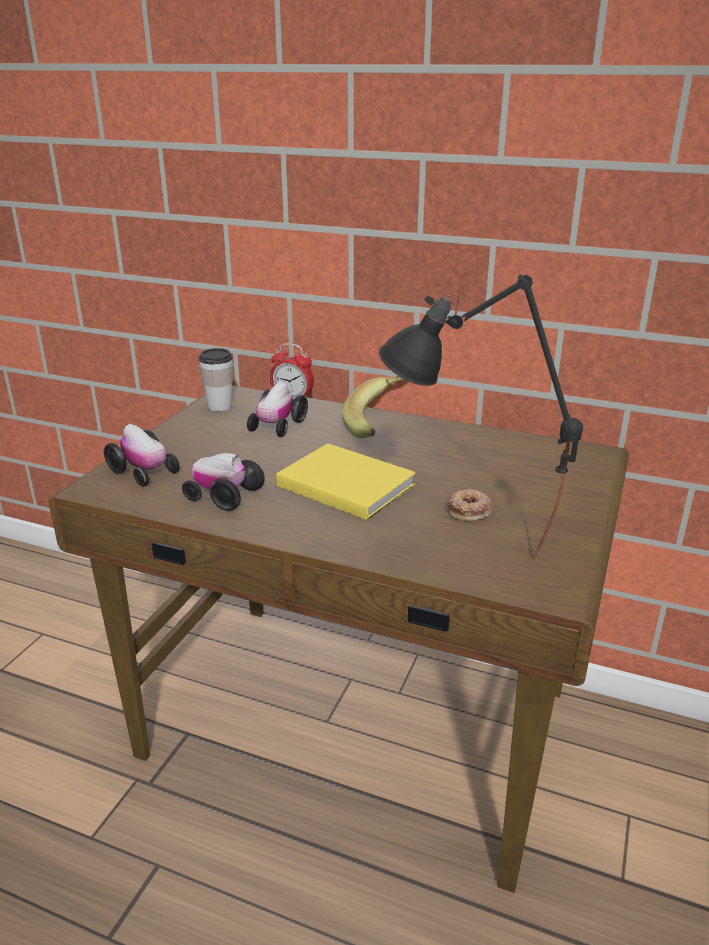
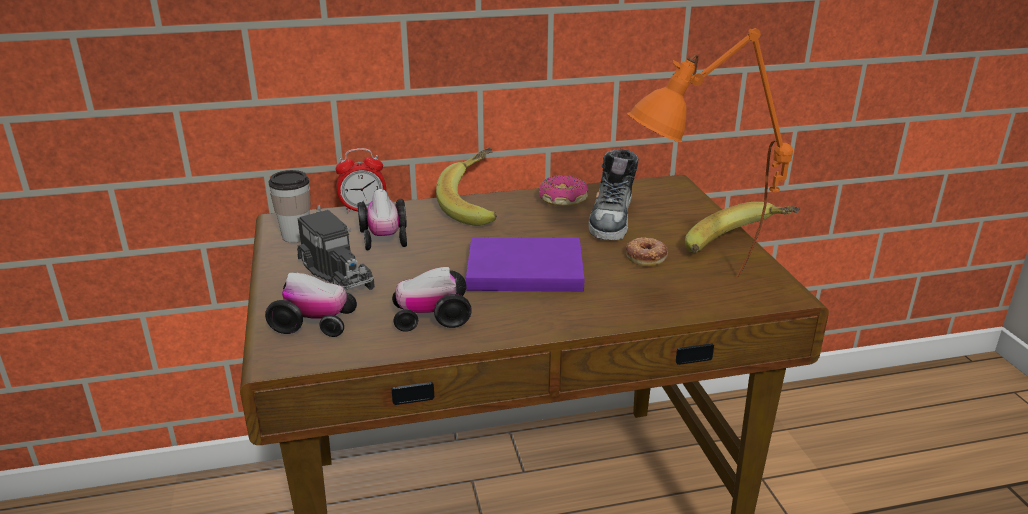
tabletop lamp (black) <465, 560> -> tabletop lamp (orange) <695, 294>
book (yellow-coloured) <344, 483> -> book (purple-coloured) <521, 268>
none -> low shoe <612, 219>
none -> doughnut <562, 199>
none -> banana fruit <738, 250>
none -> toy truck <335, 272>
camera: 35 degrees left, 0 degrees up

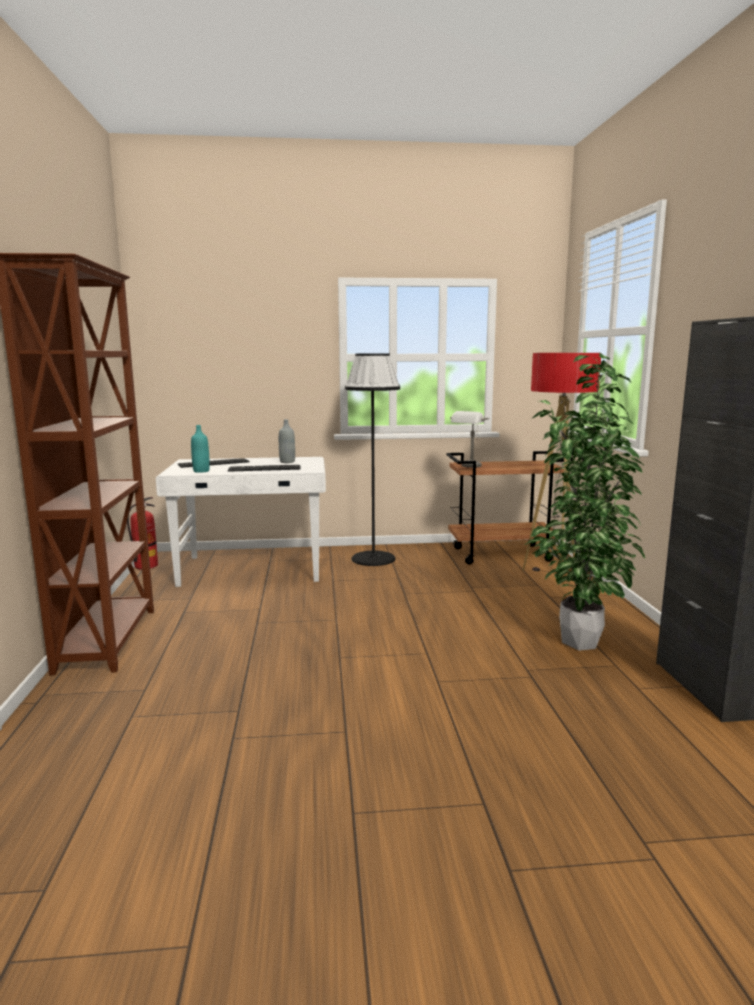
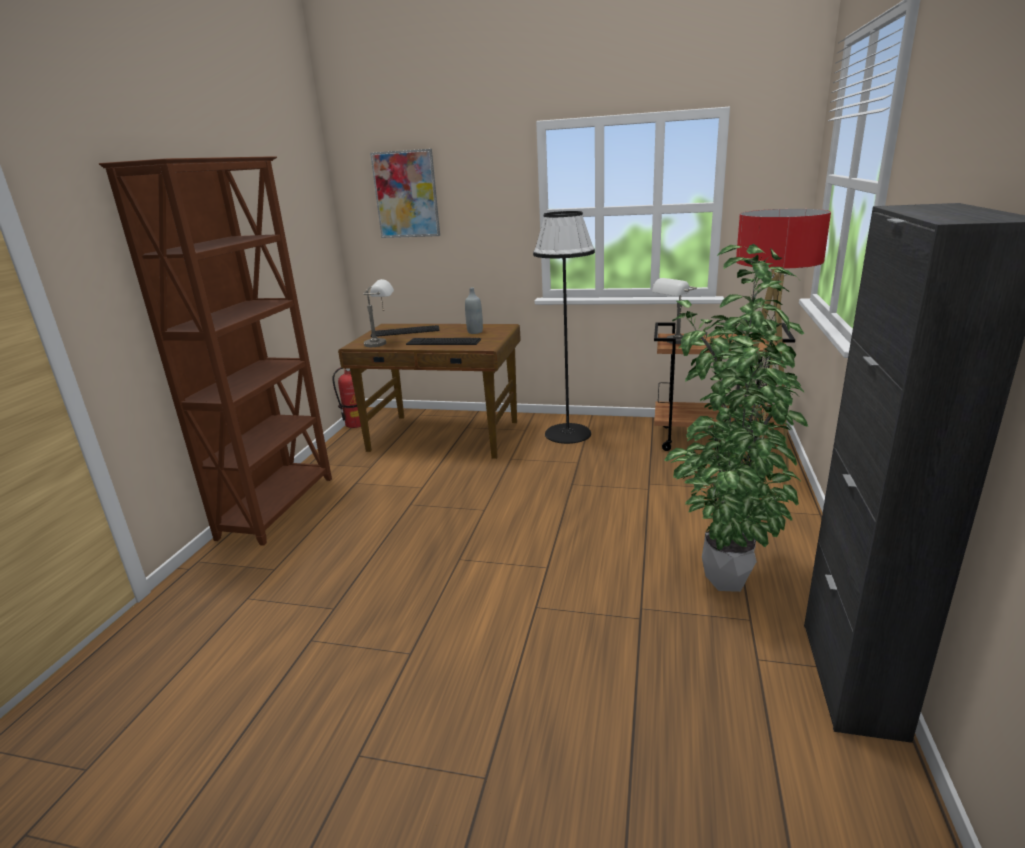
beverage bottle (turquoise-coloured) <201, 471> -> tabletop lamp (greyish) <383, 343>
desk table (white-coloured) <253, 569> -> desk table (brown) <444, 437>
none -> wall art <406, 194>
camera: 20 degrees right, 10 degrees up

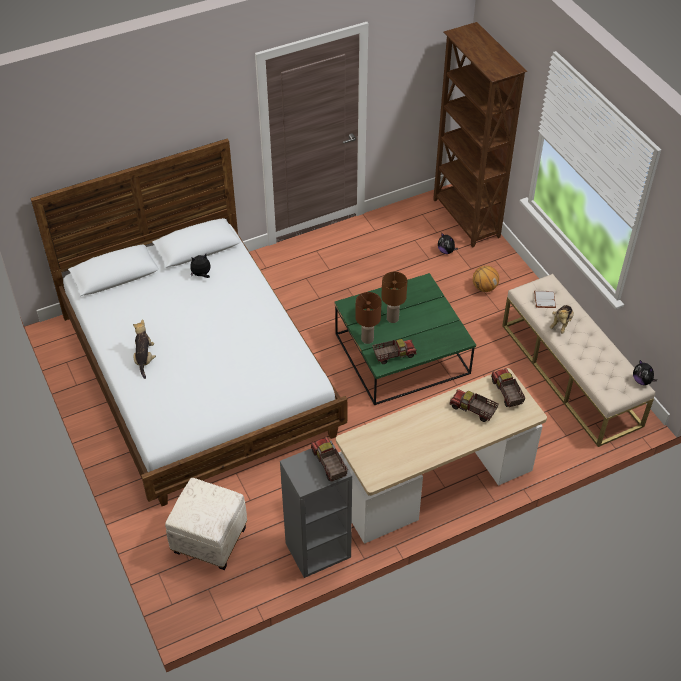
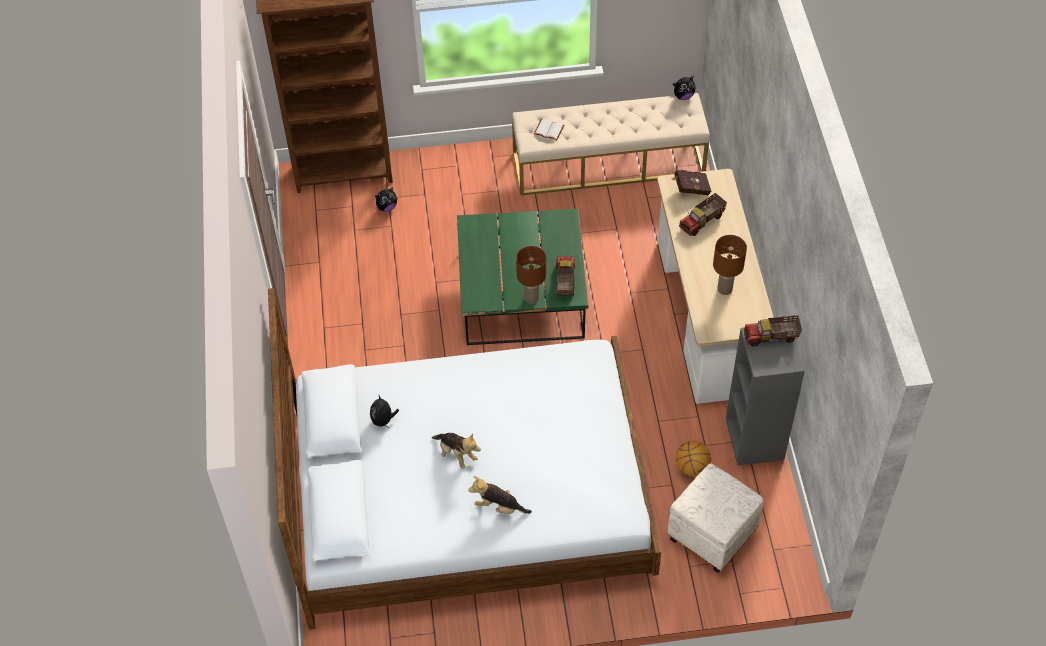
basketball <484, 287> -> basketball <691, 467>, relocated
tabletop lamp (brown) <392, 318> -> tabletop lamp (brown) <724, 289>, relocated
cuddly toy <561, 323> -> cuddly toy <456, 454>, relocated
toy truck <506, 393> -> book (reddish) <690, 189>
camera: 70 degrees left, 5 degrees up

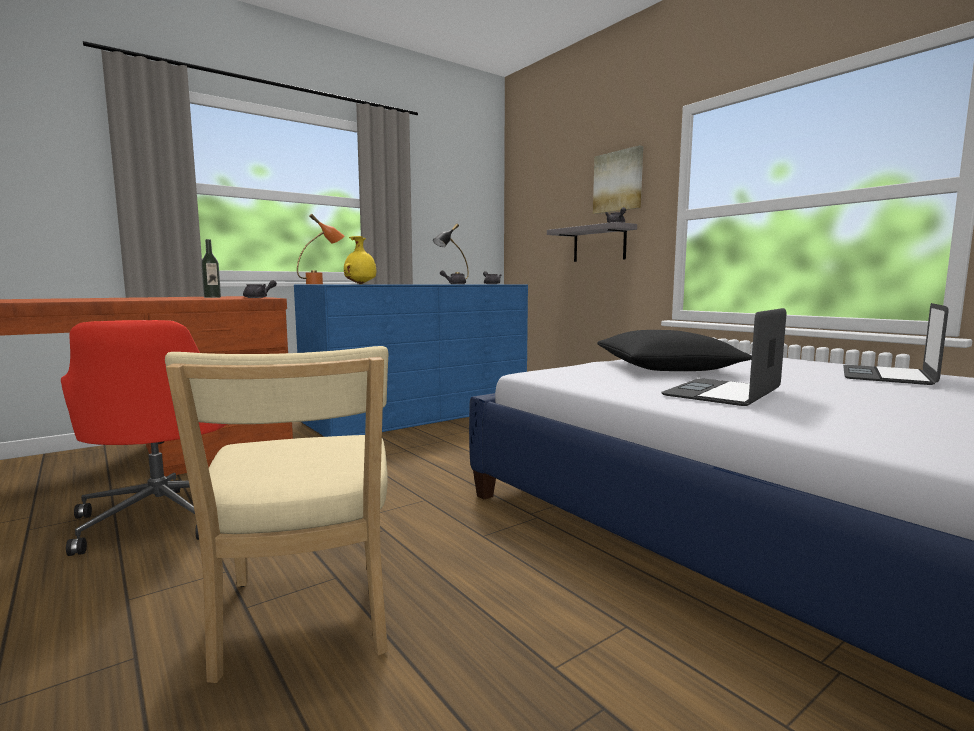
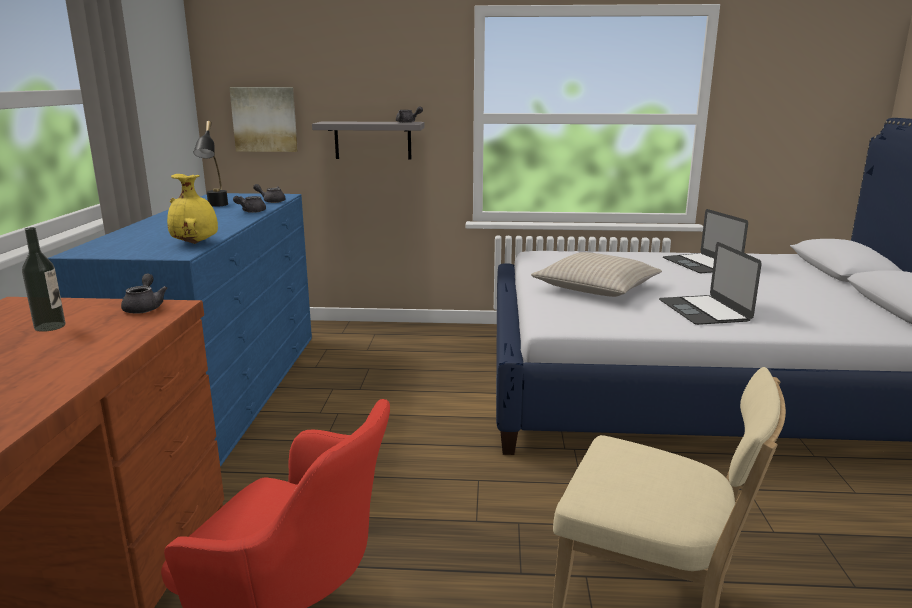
wall art <618, 181> -> wall art <265, 119>, relocated
tabletop lamp (orange) <322, 284> -> none
throw pillow (black) <666, 367> -> throw pillow (beige-coloured) <596, 288>
camera: 50 degrees left, 10 degrees up

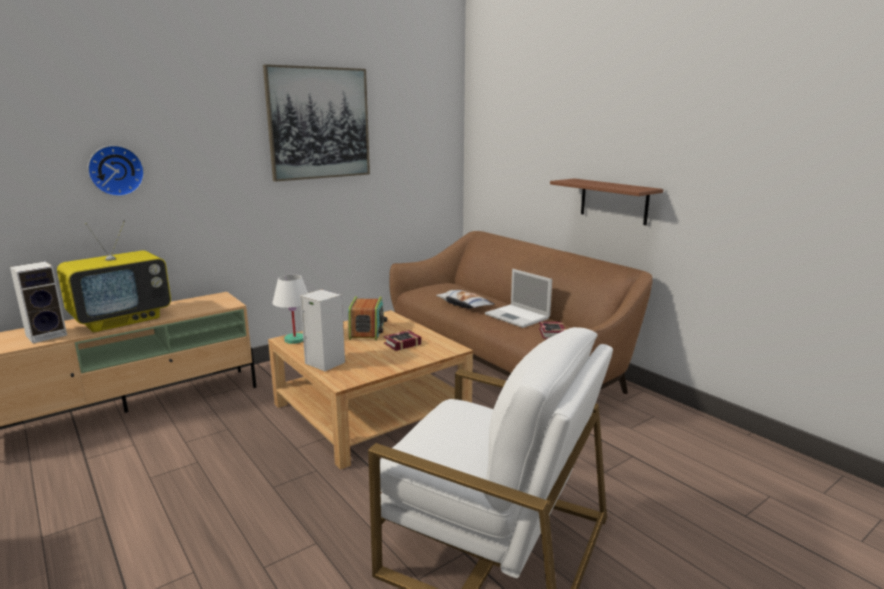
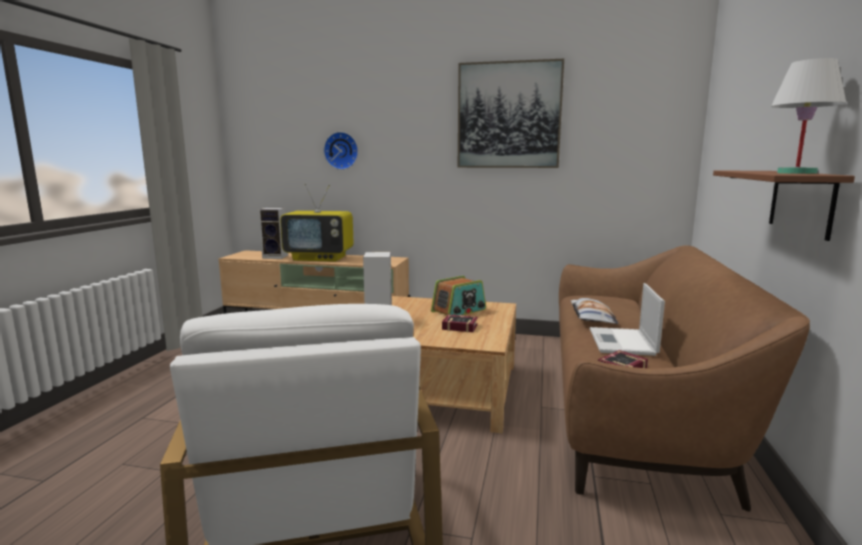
tabletop lamp (white-coloured) <295, 340> -> tabletop lamp (white-coloured) <797, 173>, relocated
camera: 50 degrees right, 5 degrees down

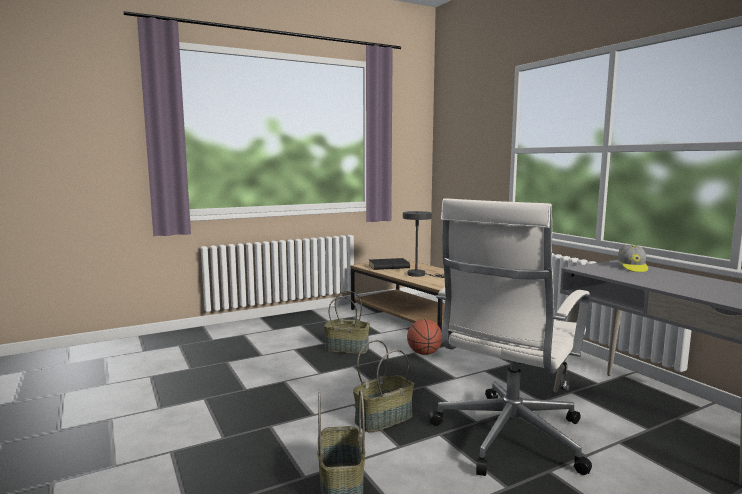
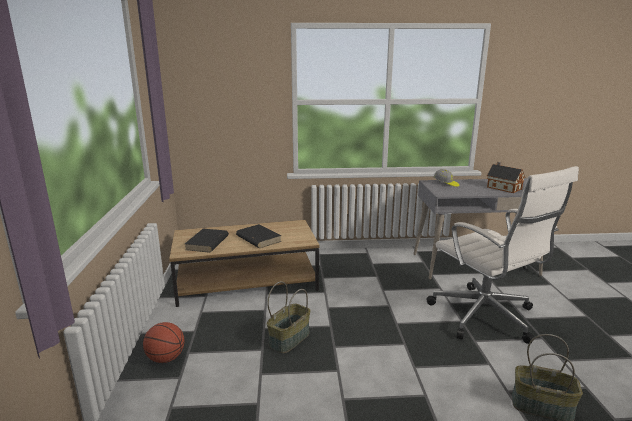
tabletop lamp (greyish) <419, 275> -> book (black) <258, 238>
basketball <424, 353> -> basketball <166, 358>, relocated
household basket <383, 418> -> none
none -> miniature house <503, 188>
camera: 65 degrees left, 10 degrees up

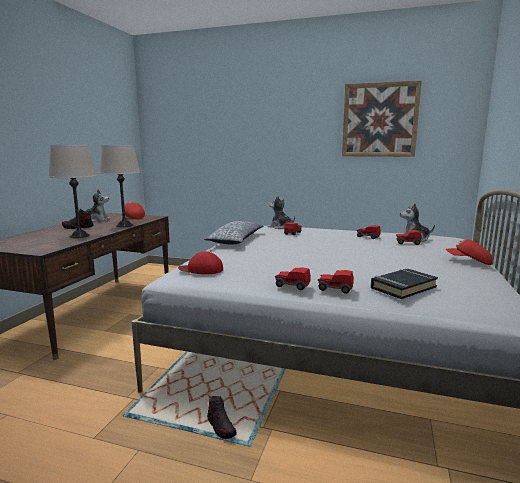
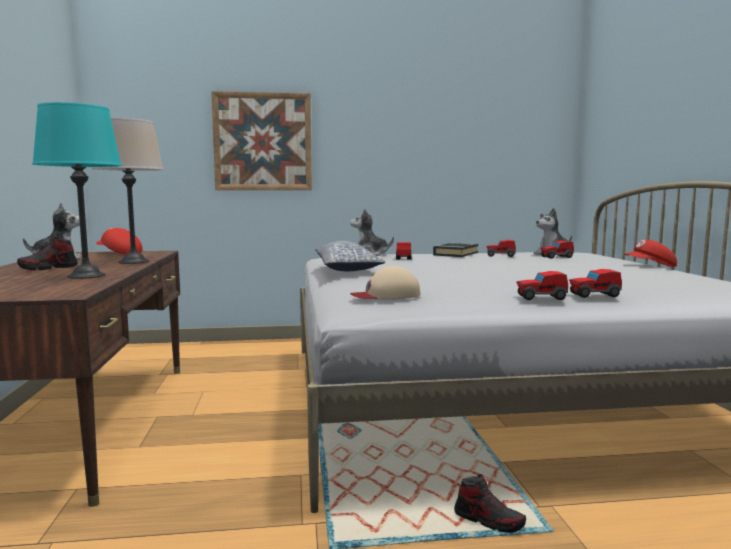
wall art <379, 120> -> wall art <262, 142>, relocated
tabletop lamp (beige-coloured) <79, 236> -> tabletop lamp (turquoise-coloured) <86, 276>
baseball cap (reddish) <201, 269> -> baseball cap (beige-coloured) <386, 295>
book (black) <403, 287> -> book (black) <455, 254>, relocated
camera: 25 degrees left, 5 degrees down

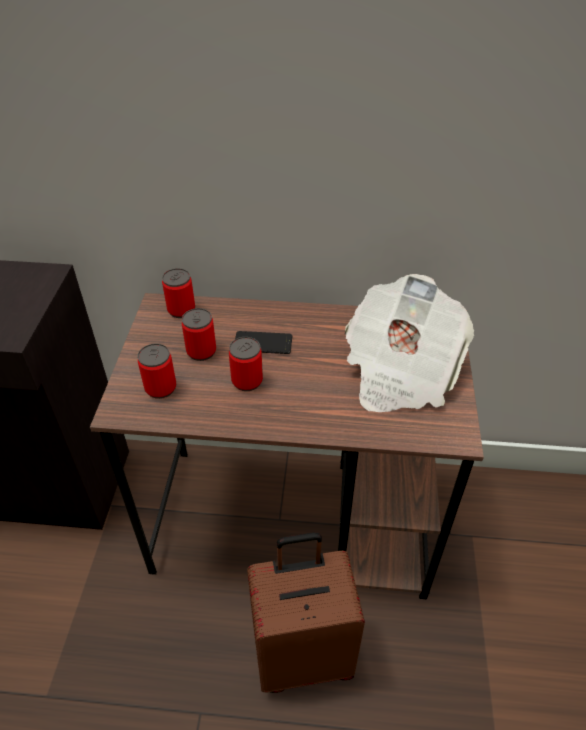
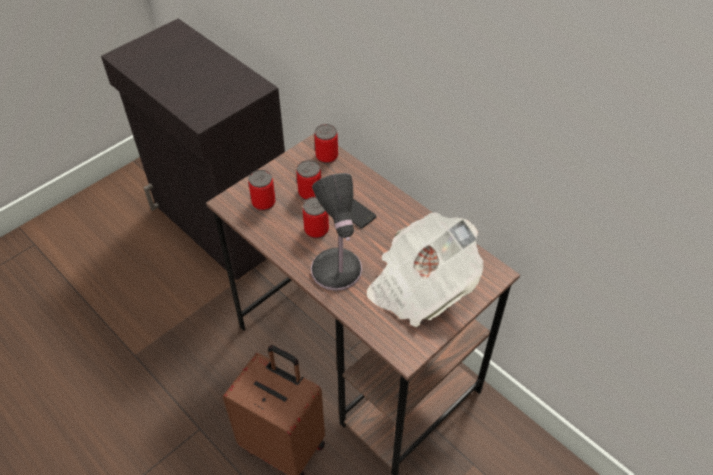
none -> tabletop lamp <337, 273>
camera: 40 degrees right, 5 degrees up

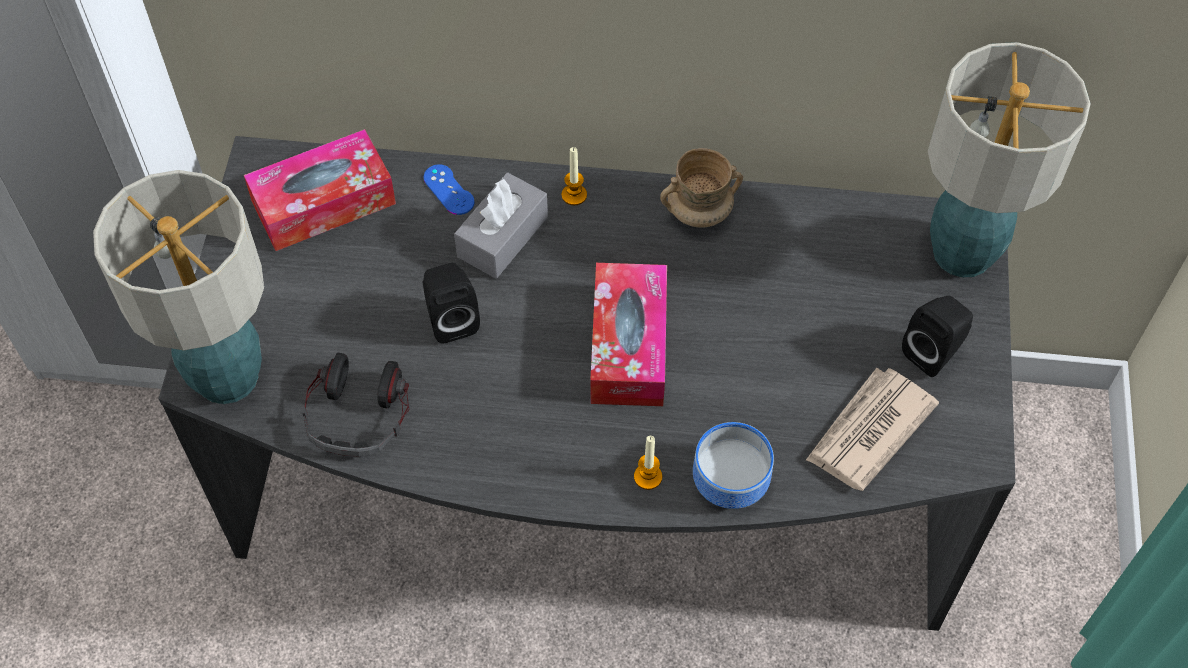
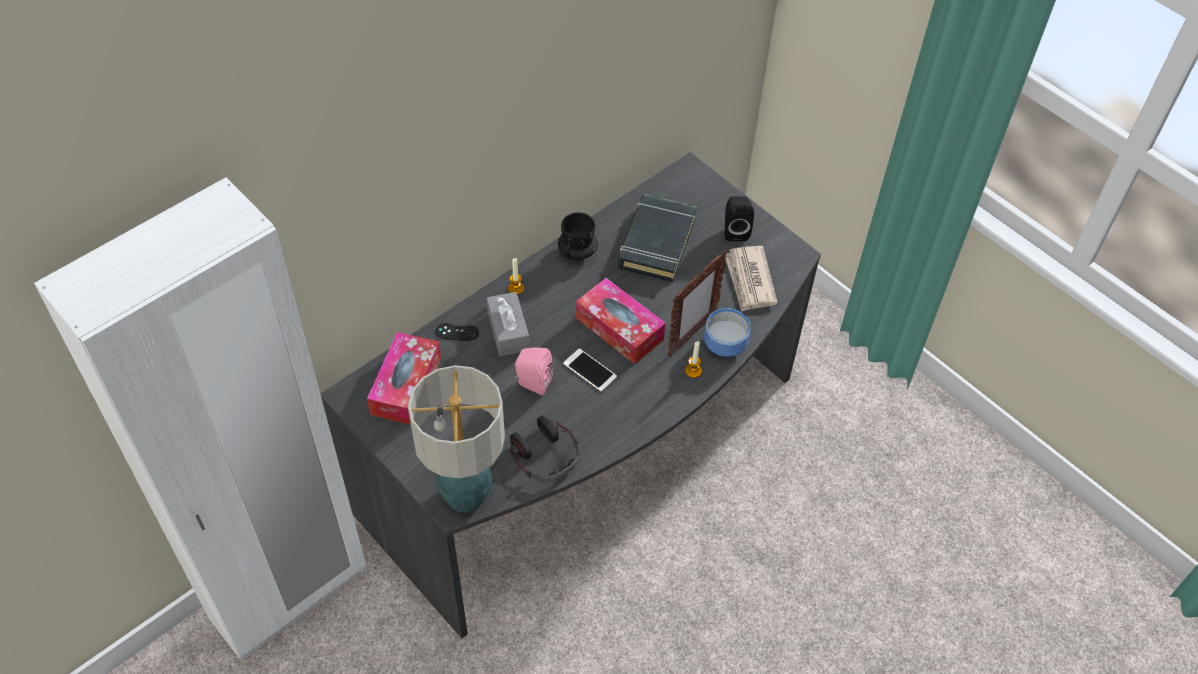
tabletop lamp <961, 254> -> none
tea mug (beige-coloured) <699, 212> -> tea mug (black) <577, 252>
game controller (blue-coloured) <449, 190> -> game controller (black) <457, 332>
audio speaker (black) <451, 319> -> audio speaker (pink) <532, 383>
none -> book (black) <656, 242>
none -> picture frame <691, 335>
none -> telephone <590, 370>
camera: 50 degrees left, 5 degrees down

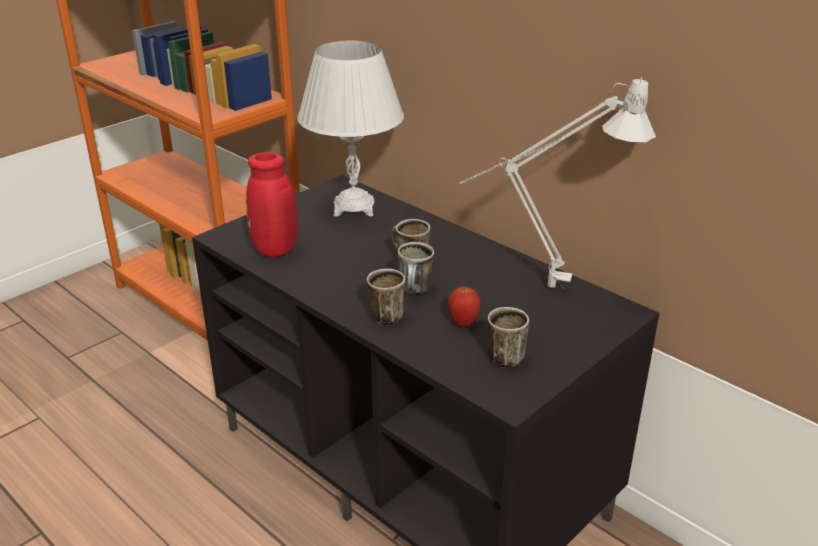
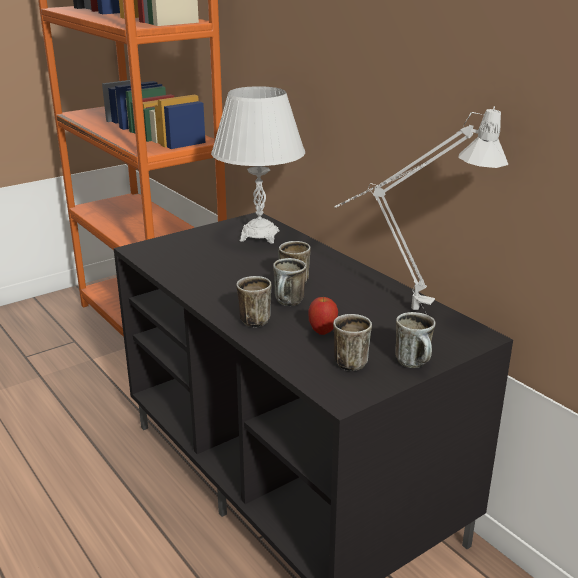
flower vase (reddish) <275, 252> -> none
none -> tea mug <416, 364>
camera: 10 degrees right, 5 degrees down

